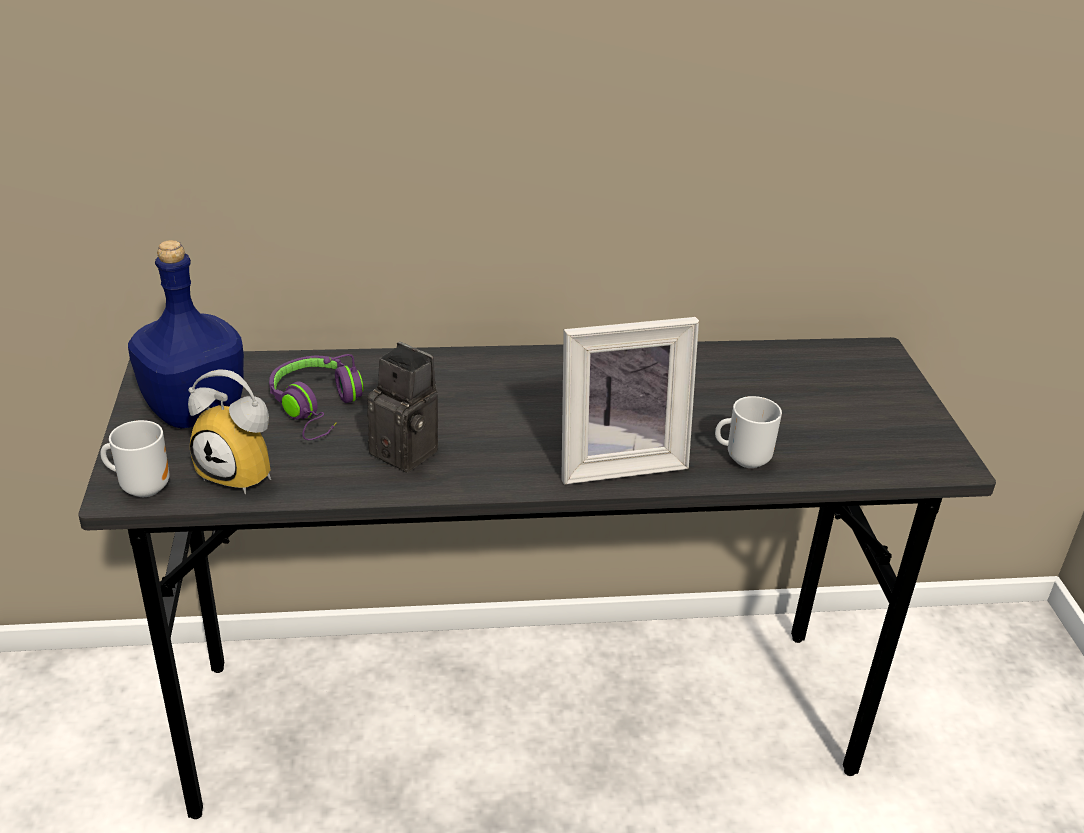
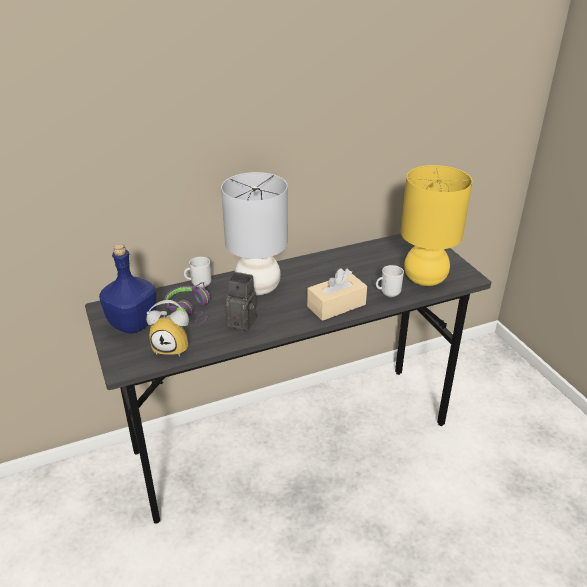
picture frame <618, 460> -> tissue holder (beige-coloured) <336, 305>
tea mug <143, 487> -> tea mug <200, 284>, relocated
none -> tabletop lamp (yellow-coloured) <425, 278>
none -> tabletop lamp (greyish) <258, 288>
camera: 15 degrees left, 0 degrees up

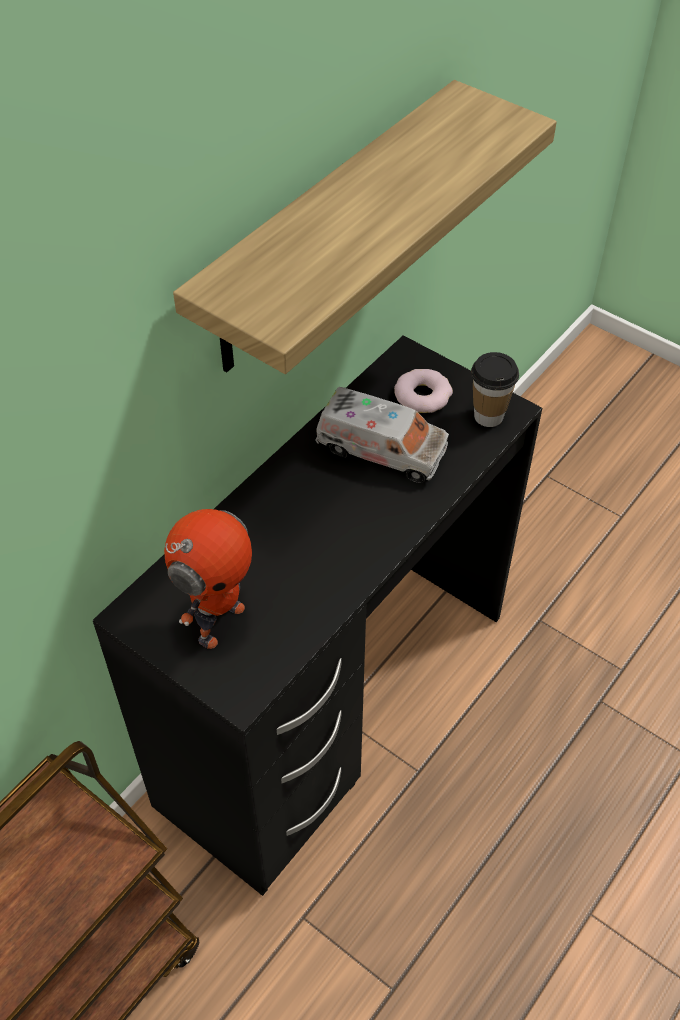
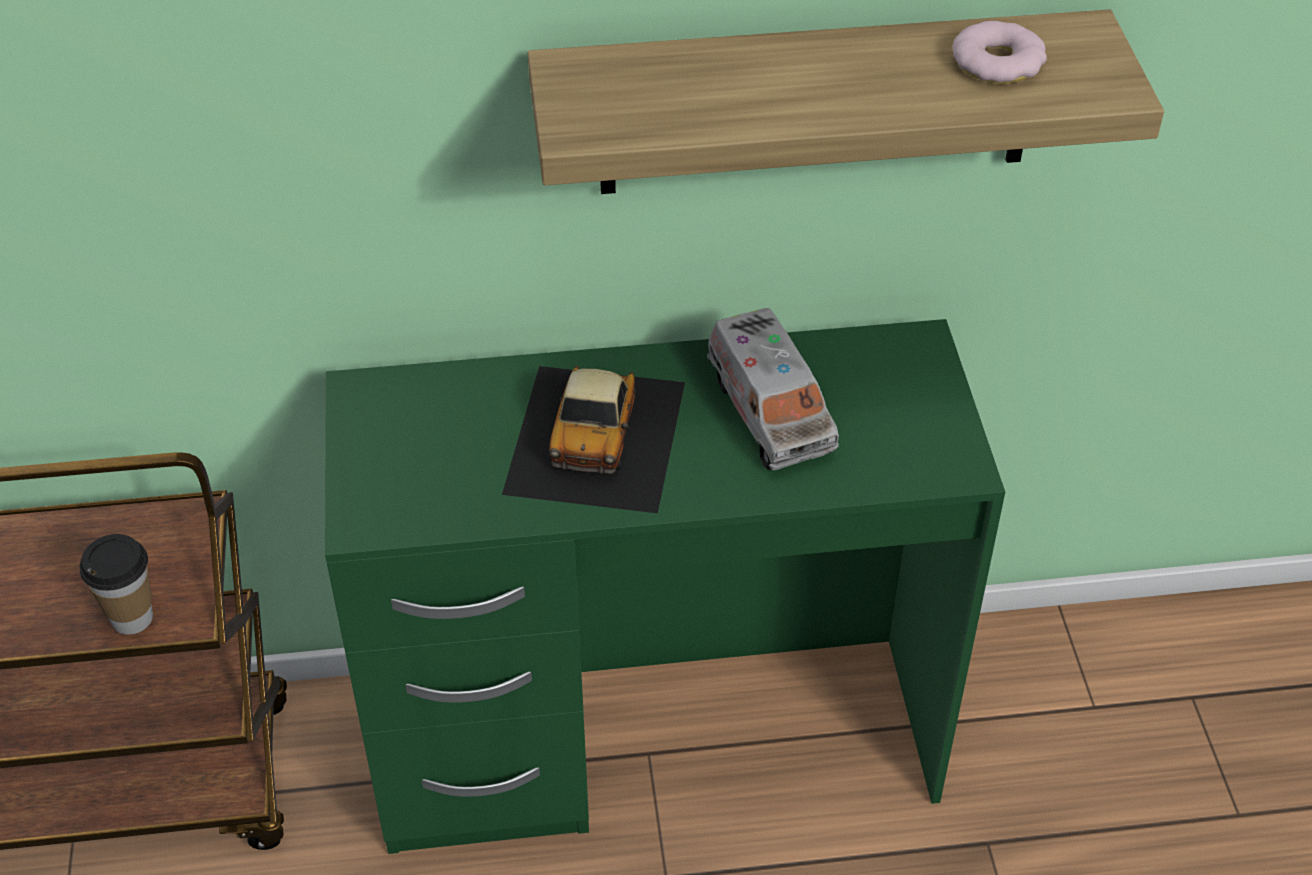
desk table (black) <334, 705> -> desk table (green-coloured) <655, 741>
small cup <488, 416> -> small cup <132, 618>, relocated
doughnut <422, 395> -> doughnut <997, 62>, relocated
toy robot <218, 621> -> none
none -> toy car <597, 436>
camera: 45 degrees right, 5 degrees down

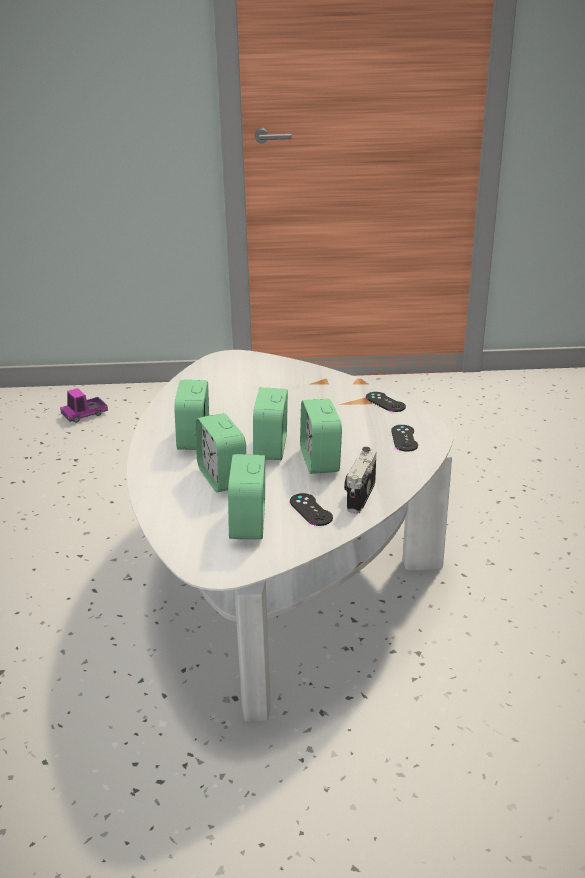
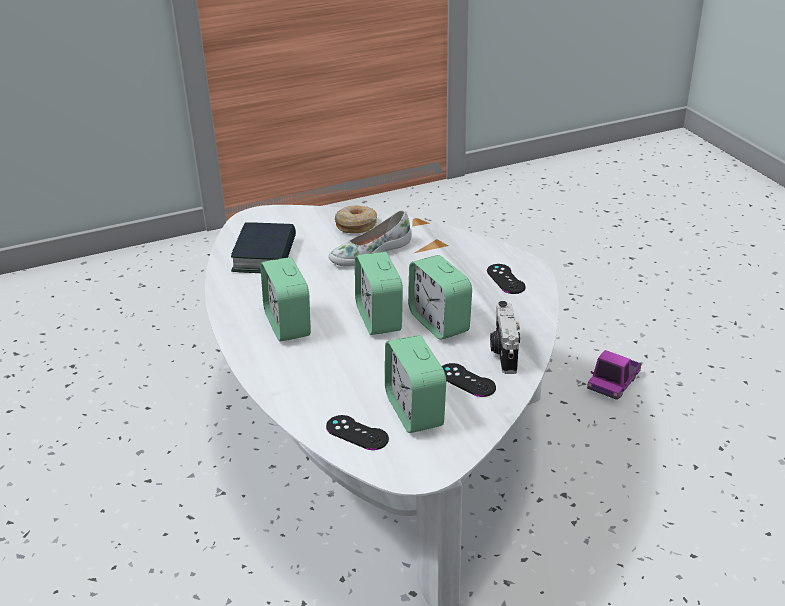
toy truck <85, 414> -> toy truck <613, 383>, relocated
game controller (black) <385, 402> -> game controller (black) <357, 433>, relocated
bedside clock <222, 478> -> none
none -> doughnut <356, 225>
none -> low shoe (white-coloured) <370, 252>
none -> book <265, 255>
camera: 20 degrees left, 5 degrees up

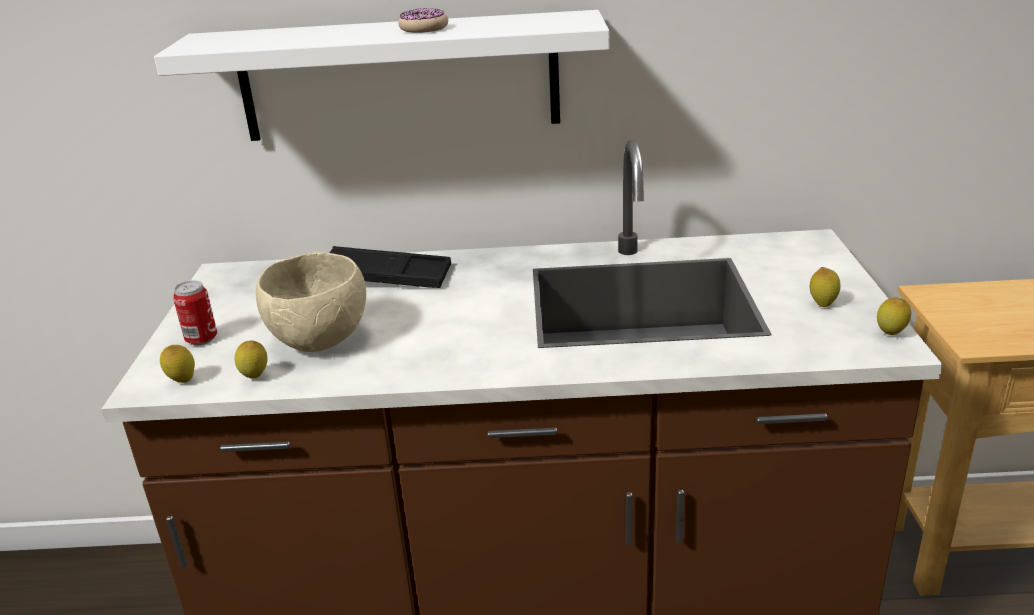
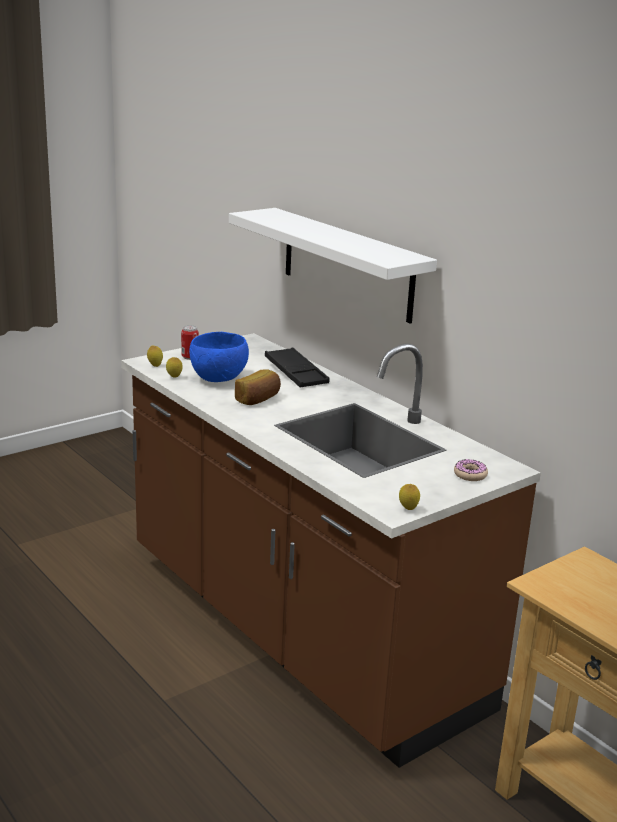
doughnut <424, 28> -> doughnut <470, 475>, relocated
serving bowl (beige-coloured) <320, 340> -> serving bowl (blue-coloured) <219, 379>
lemon <822, 304> -> none
none -> bread <258, 399>
camera: 50 degrees right, 5 degrees down

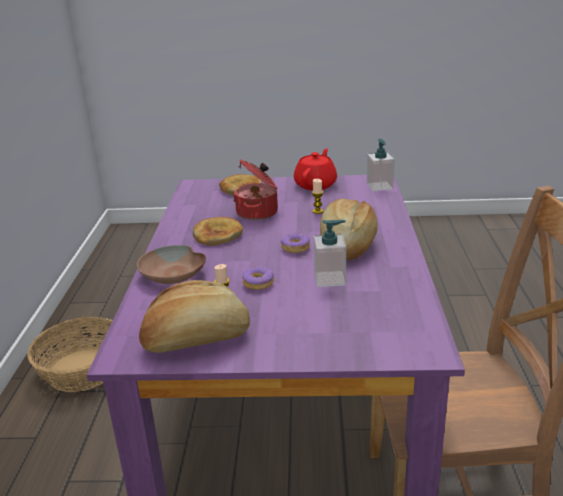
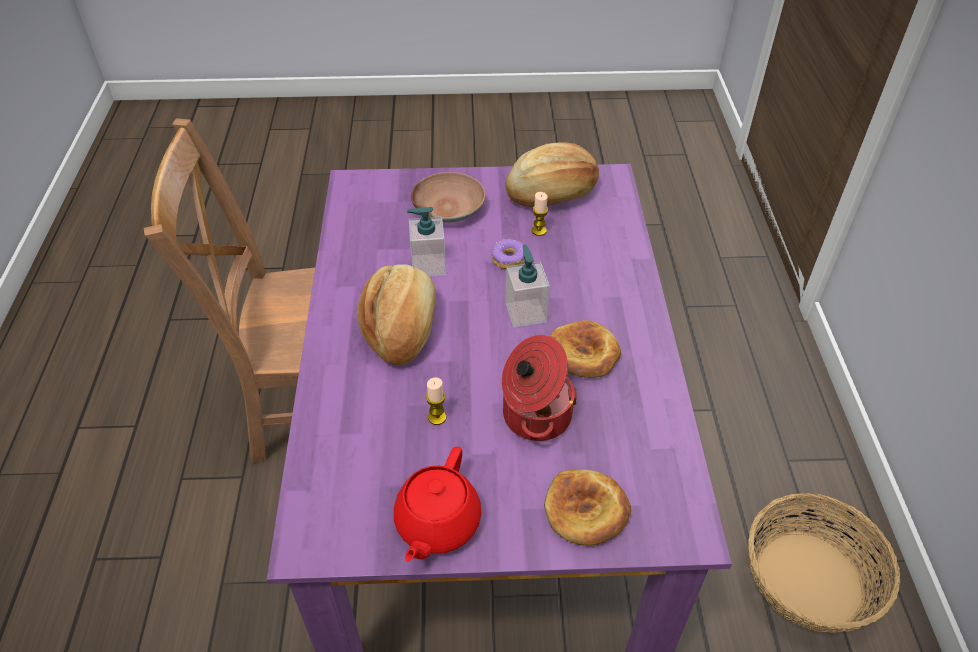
soap dispenser <379, 186> -> soap dispenser <525, 312>, relocated
doughnut <295, 248> -> none
serving bowl (brown) <173, 275> -> serving bowl (brown) <448, 207>, relocated
camera: 175 degrees right, 20 degrees up

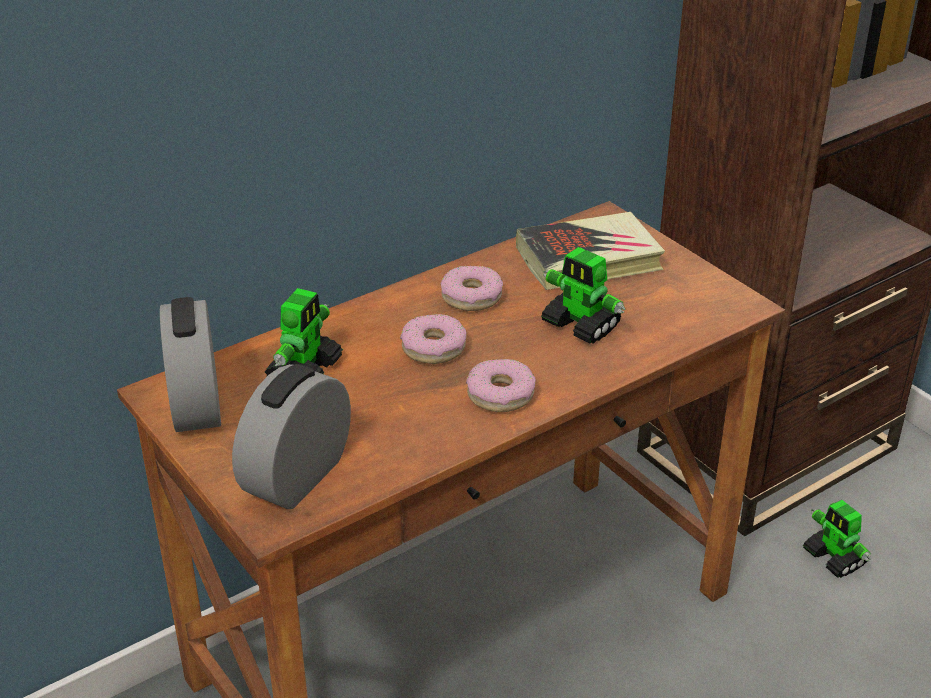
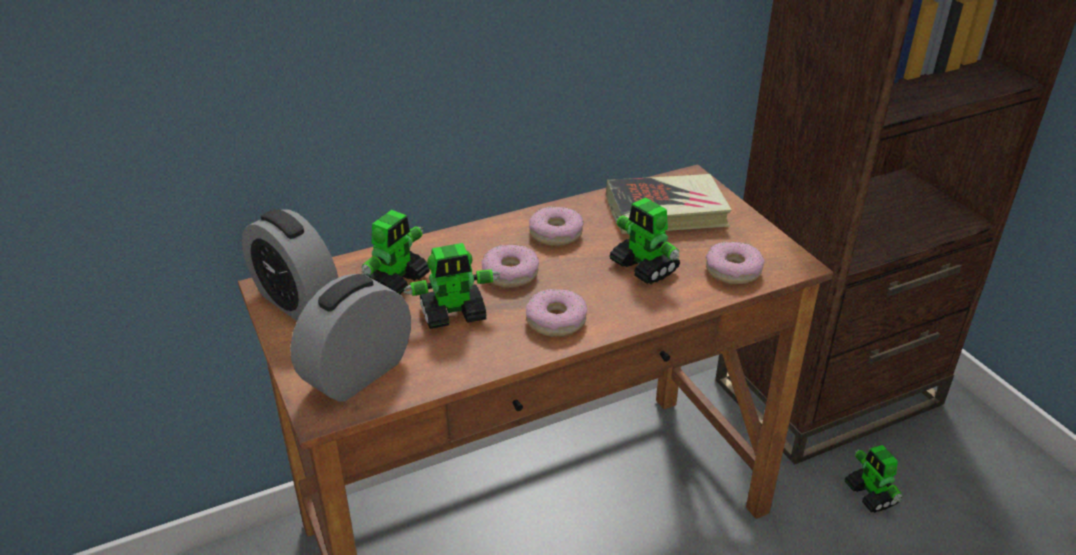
bedside clock <196, 405> -> bedside clock <296, 301>, 45 degrees counterclockwise
none -> doughnut <733, 270>
none -> toy robot <454, 314>
camera: 10 degrees right, 0 degrees up

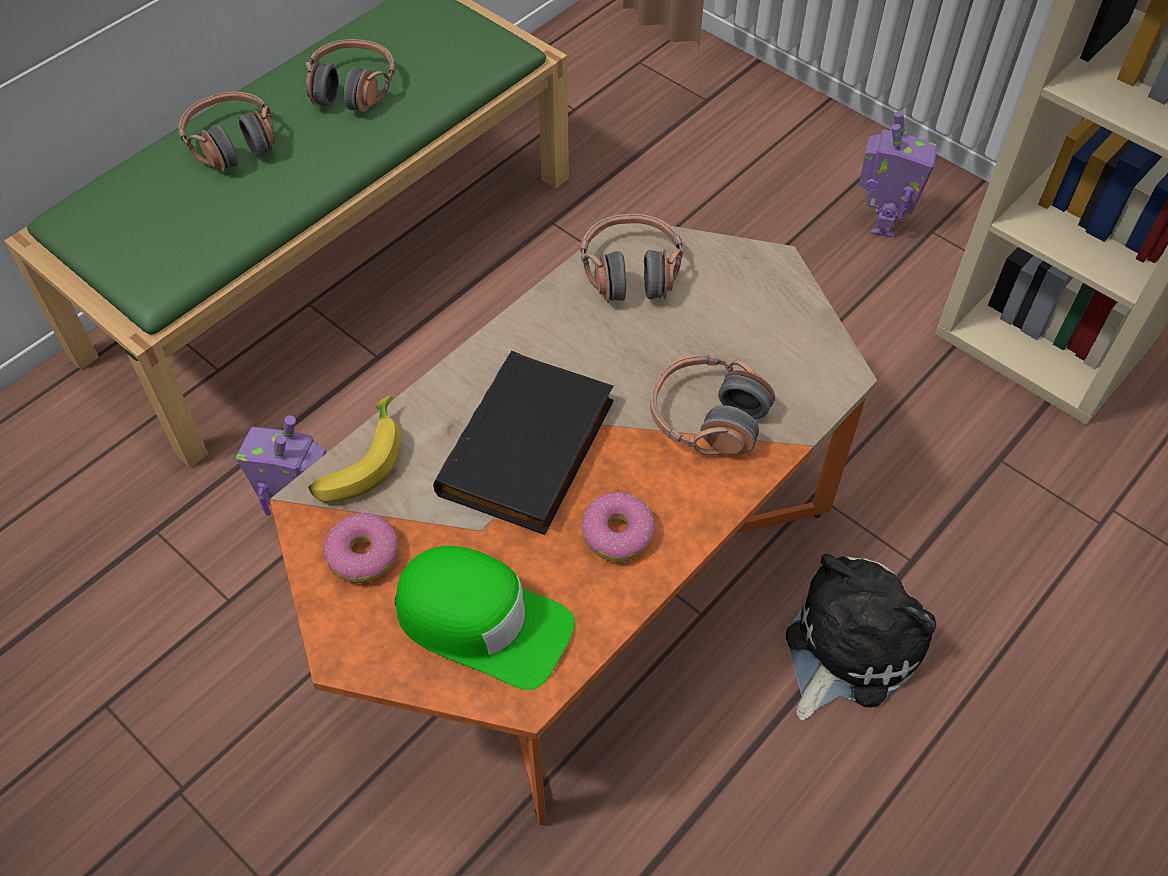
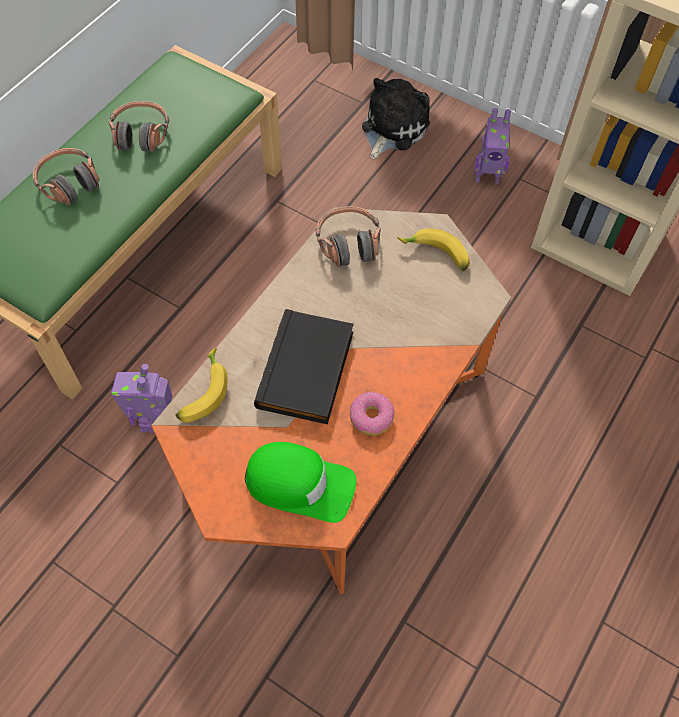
toy robot <881, 223> -> toy robot <487, 176>, 90 degrees clockwise
headphones <707, 418> -> none
doughnut <364, 555> -> none
cuddly toy <847, 647> -> cuddly toy <392, 129>, relocated
none -> banana fruit <435, 256>
camera: 10 degrees left, 5 degrees up

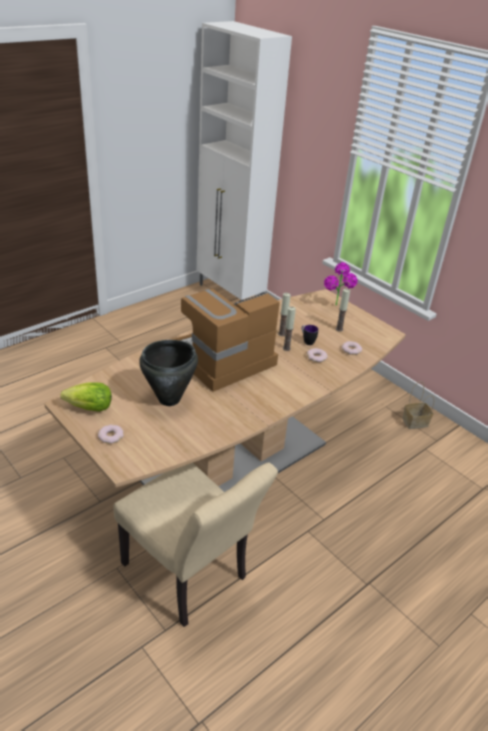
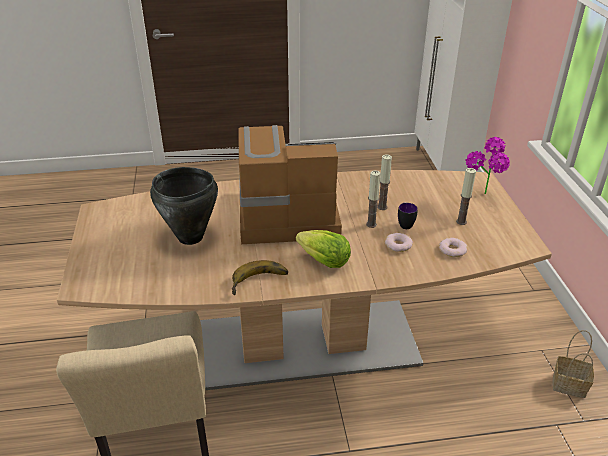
lettuce <90, 408> -> lettuce <324, 261>, relocated
doughnut <111, 436> -> none
none -> banana fruit <260, 282>
camera: 35 degrees right, 0 degrees up

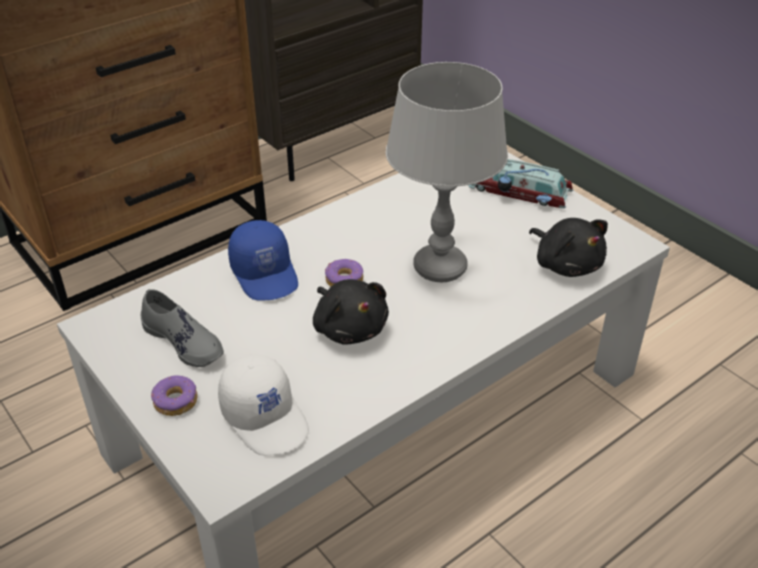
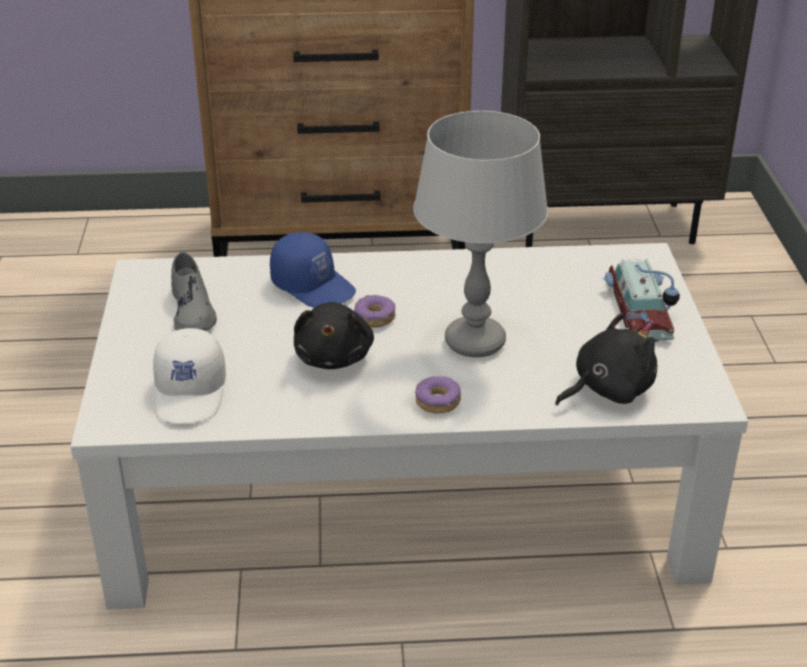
toy car <520, 192> -> toy car <641, 308>, 150 degrees counterclockwise
cuddly toy (black) <566, 264> -> cuddly toy (black) <607, 389>, 120 degrees counterclockwise
baseball cap (blue-coloured) <266, 274> -> baseball cap (blue-coloured) <314, 286>, 60 degrees counterclockwise
doughnut <176, 401> -> doughnut <438, 402>, relocated
camera: 35 degrees right, 5 degrees down

